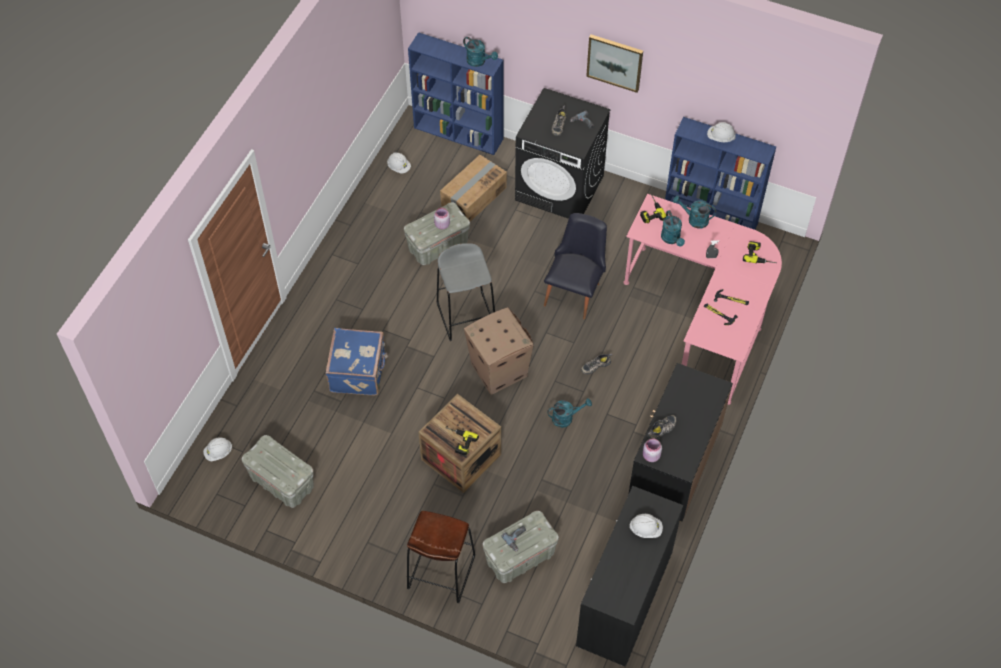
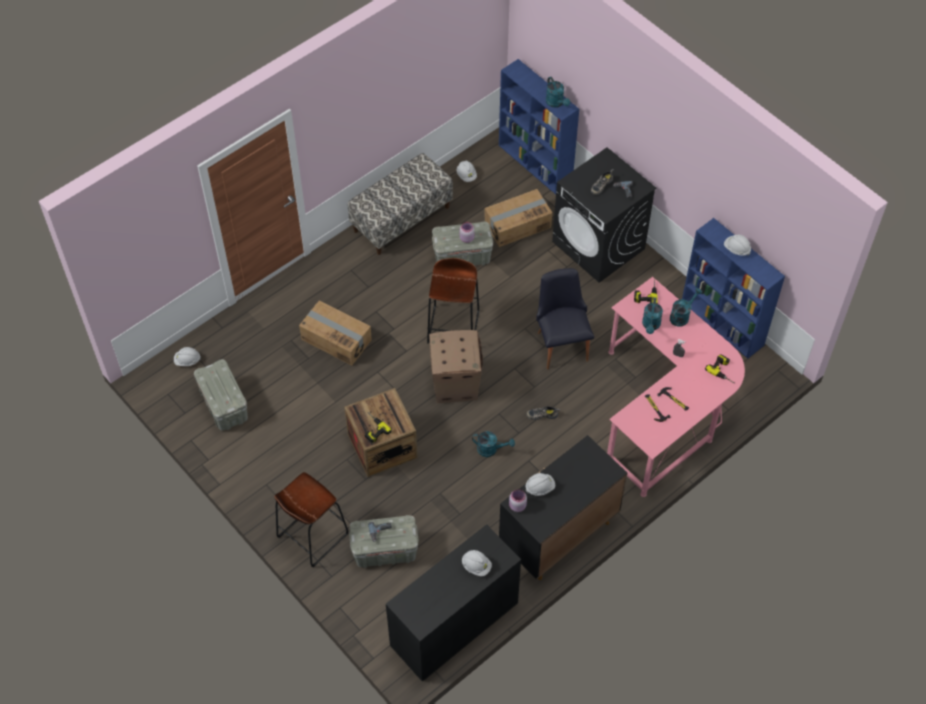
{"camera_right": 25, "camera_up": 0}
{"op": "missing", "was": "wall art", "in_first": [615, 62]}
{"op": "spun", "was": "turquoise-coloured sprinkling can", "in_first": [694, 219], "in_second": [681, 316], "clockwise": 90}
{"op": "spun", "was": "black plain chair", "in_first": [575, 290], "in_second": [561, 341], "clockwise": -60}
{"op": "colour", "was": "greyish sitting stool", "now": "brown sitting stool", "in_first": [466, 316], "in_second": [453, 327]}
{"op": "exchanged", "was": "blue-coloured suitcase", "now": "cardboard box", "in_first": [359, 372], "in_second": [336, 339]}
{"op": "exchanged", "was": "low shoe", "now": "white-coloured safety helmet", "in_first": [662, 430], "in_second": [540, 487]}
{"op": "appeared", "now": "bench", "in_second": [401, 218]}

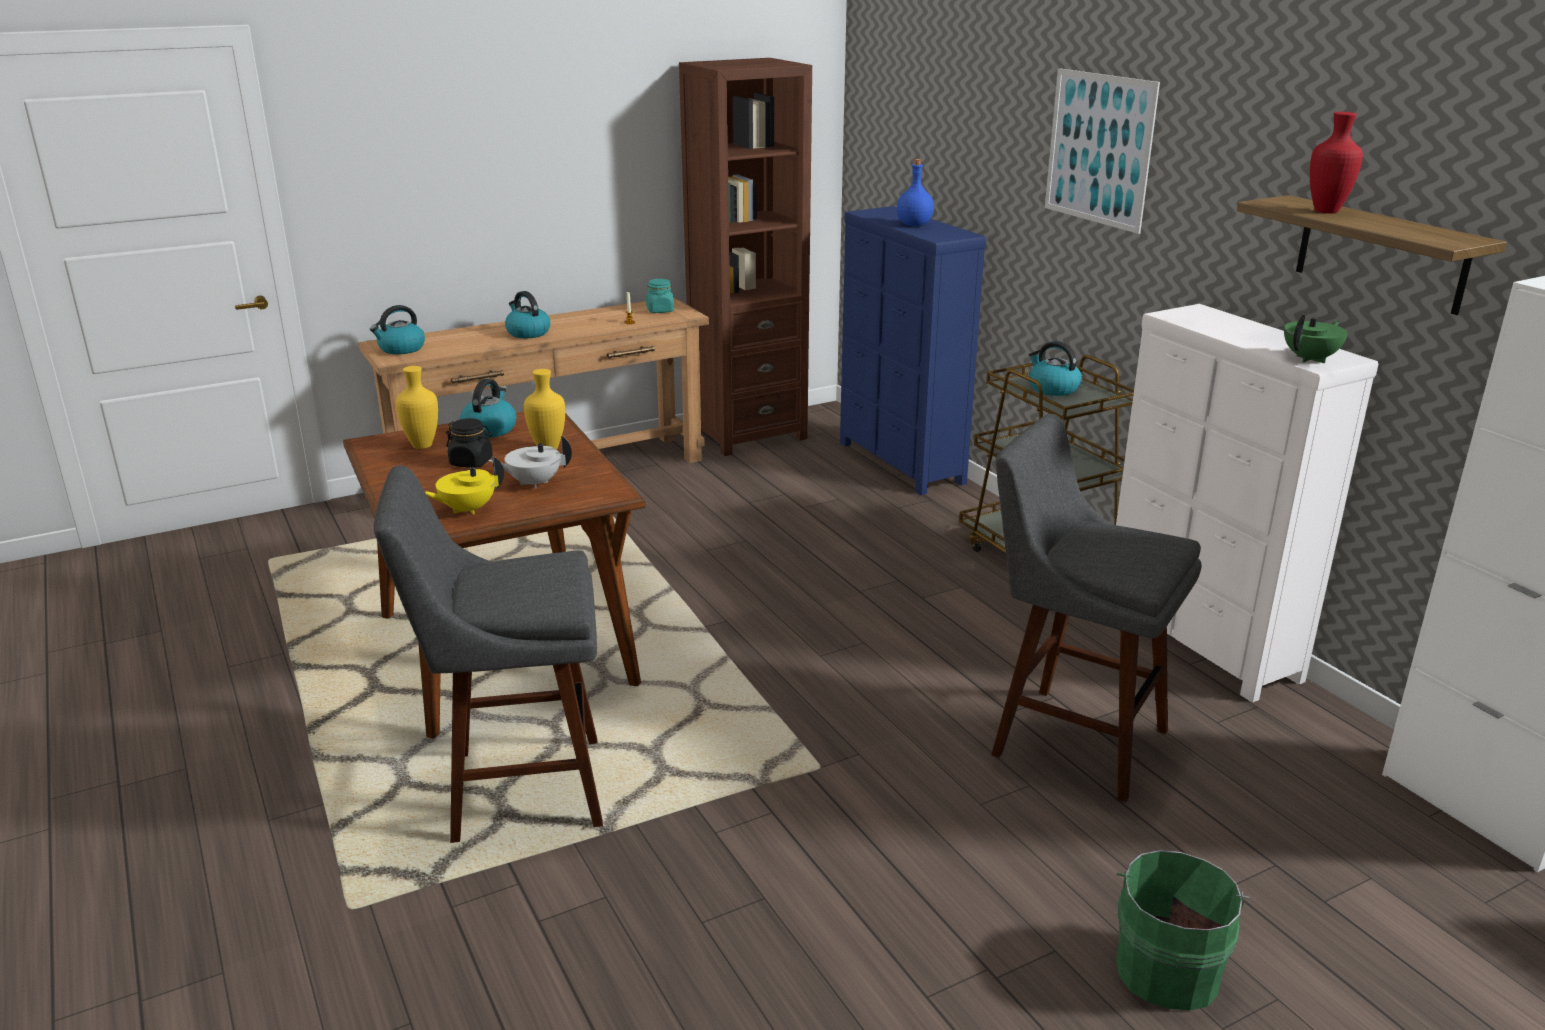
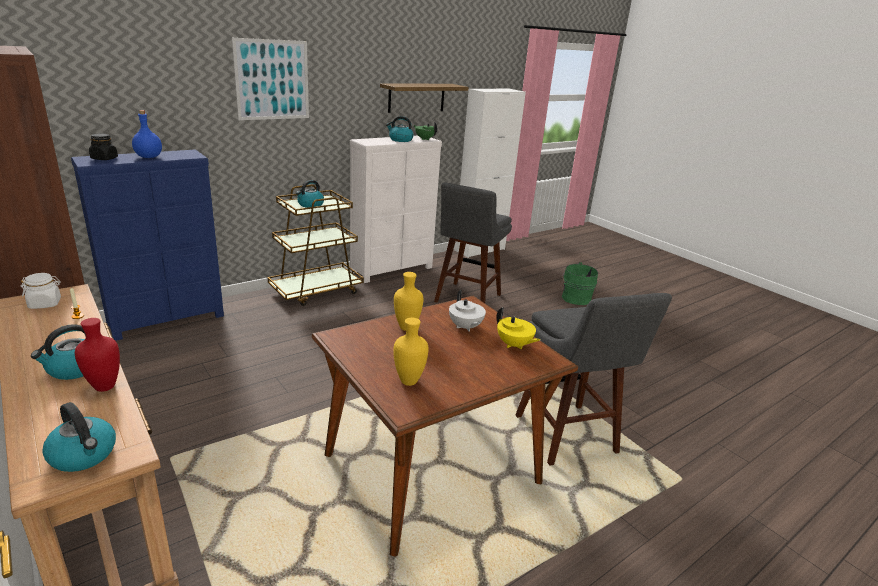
{"camera_right": -100, "camera_up": 0}
{"op": "relocated", "was": "red flower vase", "in_first": [1327, 211], "in_second": [105, 386]}
{"op": "colour", "was": "turquoise-coloured preserve jar", "now": "white-coloured preserve jar", "in_first": [660, 310], "in_second": [45, 304]}
{"op": "relocated", "was": "kettle", "in_first": [490, 429], "in_second": [400, 140]}
{"op": "relocated", "was": "black preserve jar", "in_first": [471, 462], "in_second": [104, 158]}

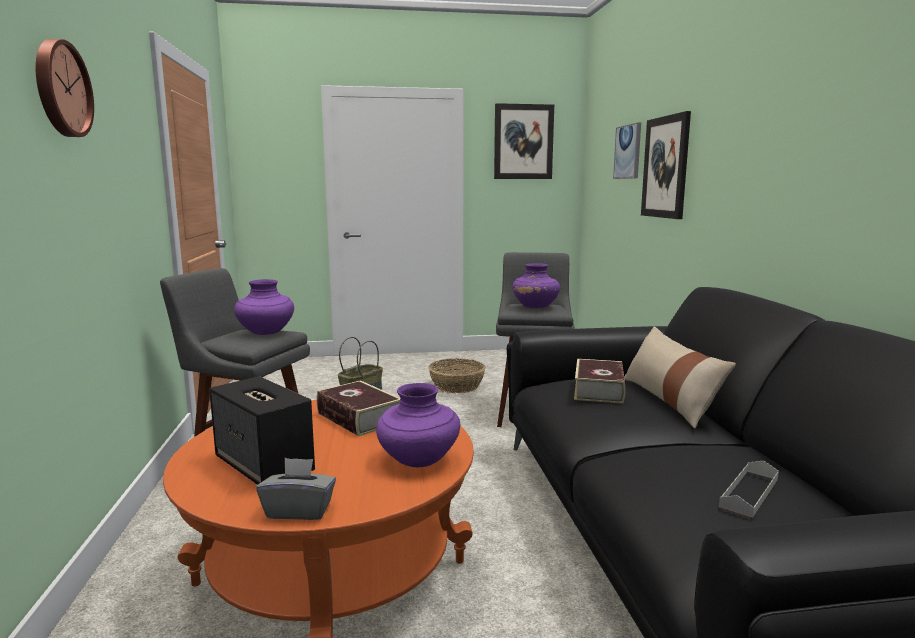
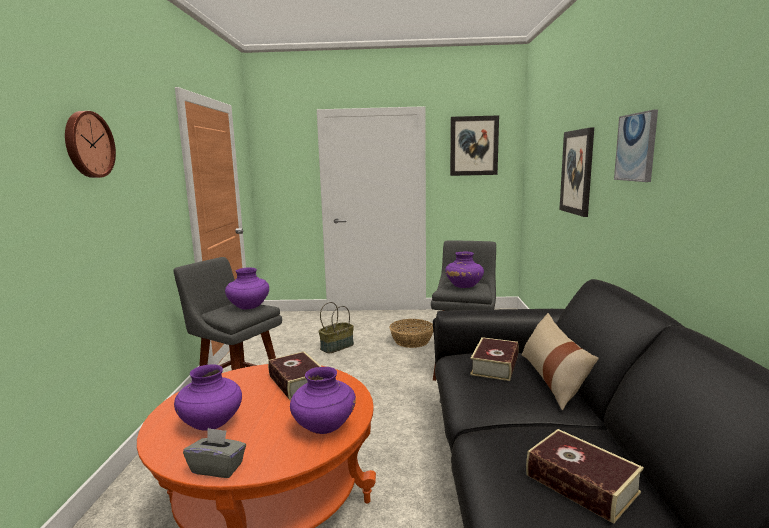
{"camera_right": 10, "camera_up": 0}
{"op": "relocated", "was": "wall art", "in_first": [628, 152], "in_second": [636, 147]}
{"op": "exchanged", "was": "speaker", "now": "purple flower vase", "in_first": [265, 466], "in_second": [212, 423]}
{"op": "exchanged", "was": "greyish carrying tray", "now": "book", "in_first": [749, 492], "in_second": [581, 483]}

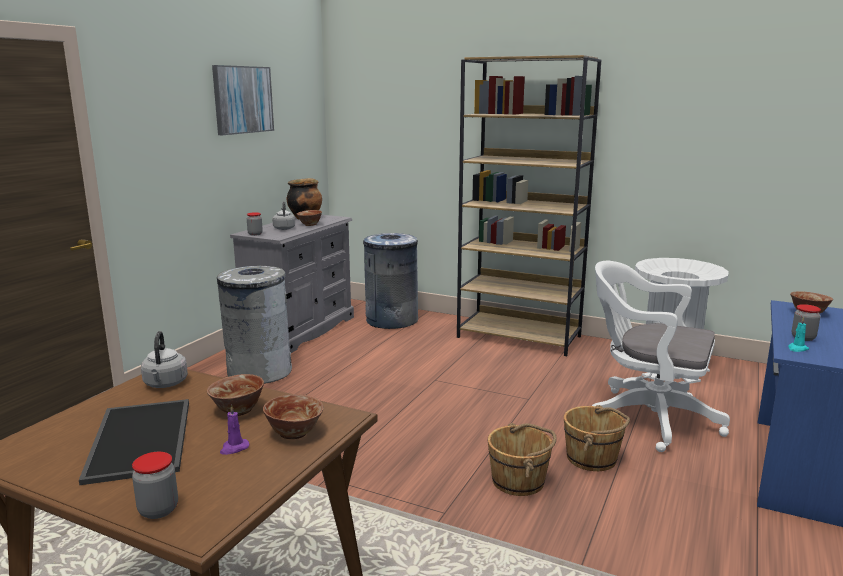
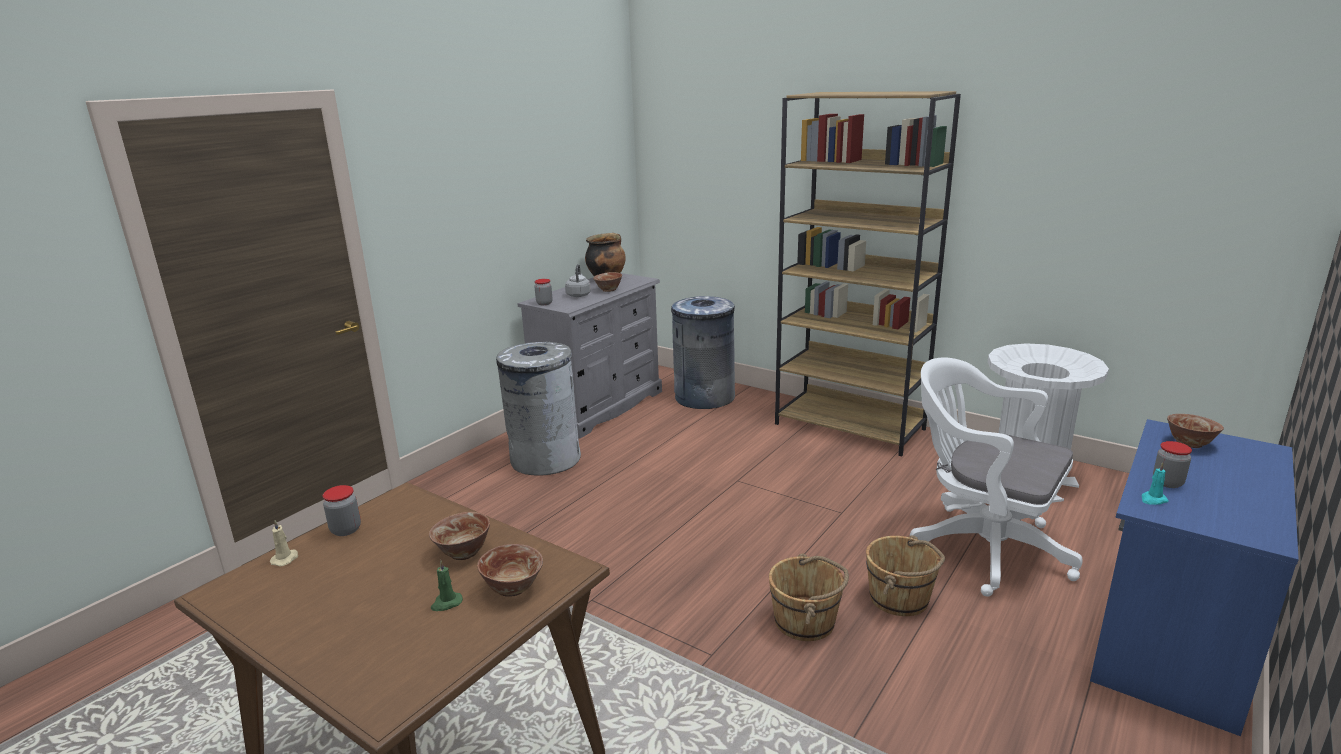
{"camera_right": 10, "camera_up": 5}
{"op": "missing", "was": "wall art", "in_first": [243, 99]}
{"op": "missing", "was": "greyish kettle", "in_first": [165, 384]}
{"op": "missing", "was": "carrying tray", "in_first": [143, 440]}
{"op": "colour", "was": "purple wax light", "now": "green-coloured wax light", "in_first": [234, 448], "in_second": [446, 603]}
{"op": "relocated", "was": "preserve jar", "in_first": [158, 510], "in_second": [346, 530]}
{"op": "appeared", "now": "beige wax light", "in_second": [285, 559]}

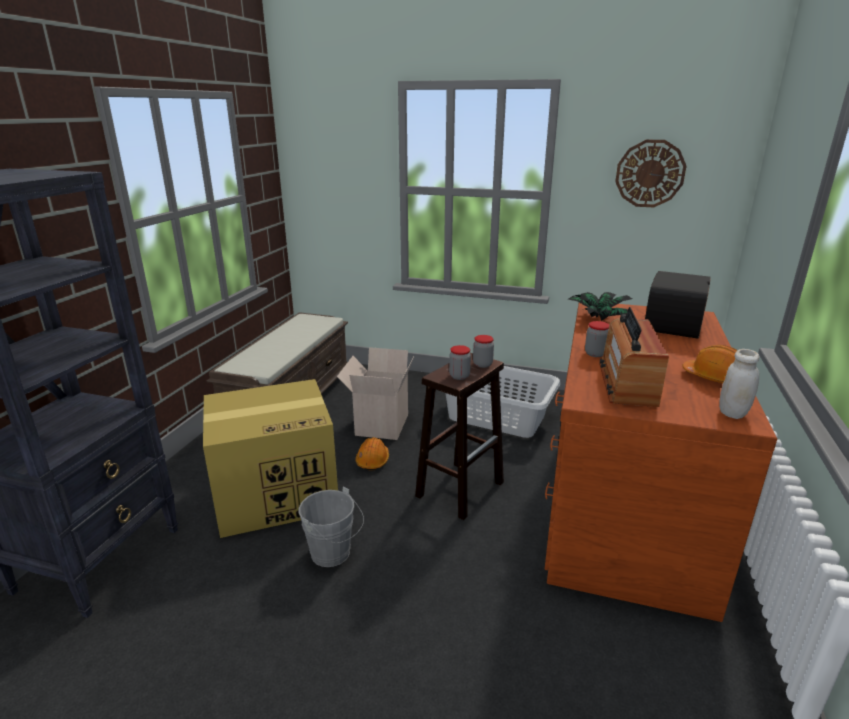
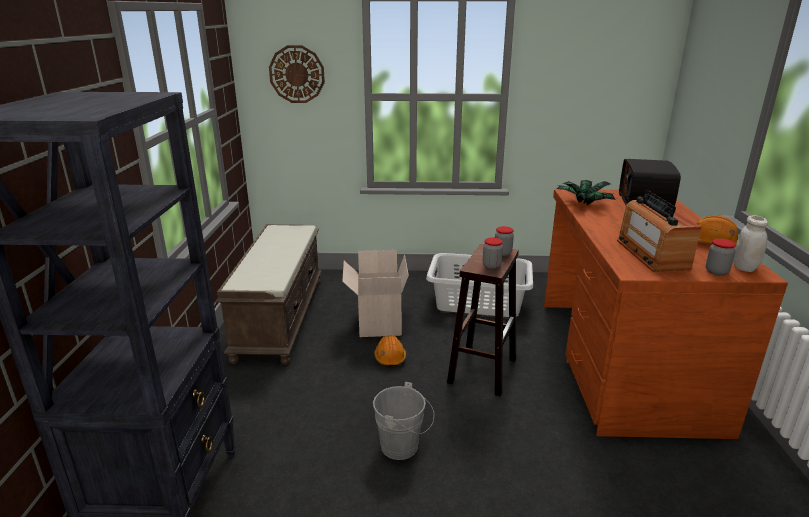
{"camera_right": -15, "camera_up": 0}
{"op": "relocated", "was": "hanging clock", "in_first": [650, 173], "in_second": [297, 74]}
{"op": "relocated", "was": "preserve jar", "in_first": [595, 354], "in_second": [716, 271]}
{"op": "missing", "was": "cardboard box", "in_first": [278, 493]}

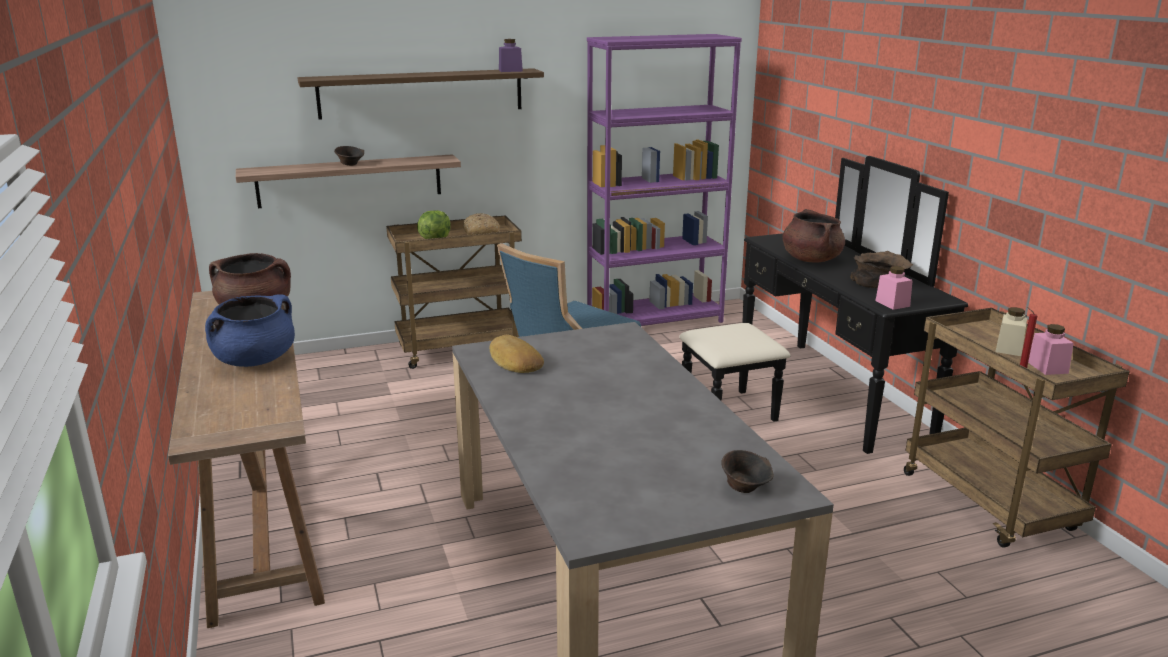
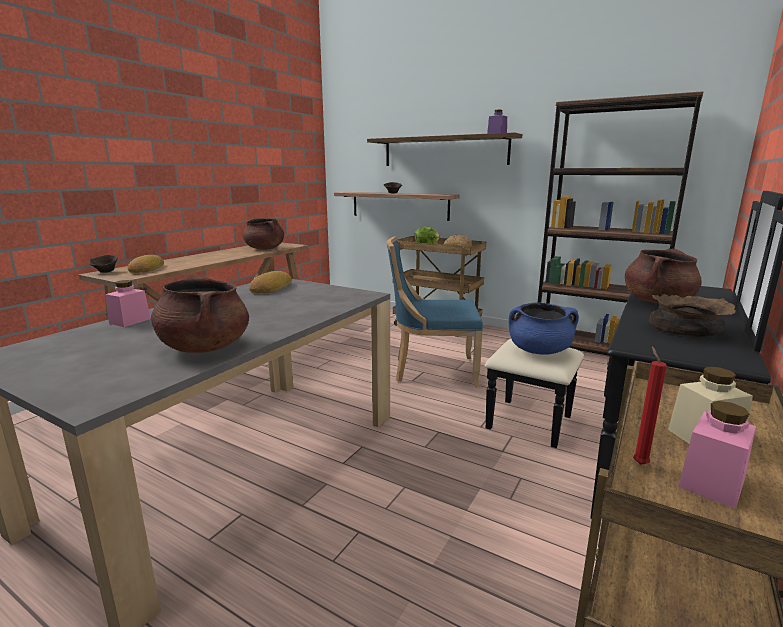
{"camera_right": 50, "camera_up": -5}
{"op": "colour", "was": "purple bookshelf", "now": "brown bookshelf", "in_first": [655, 321], "in_second": [593, 351]}
{"op": "relocated", "was": "pinkish preserve jar", "in_first": [892, 303], "in_second": [130, 321]}
{"op": "relocated", "was": "blue-coloured saucepot", "in_first": [255, 360], "in_second": [539, 351]}
{"op": "relocated", "was": "brown bowl", "in_first": [745, 488], "in_second": [106, 272]}
{"op": "appeared", "now": "bread", "in_second": [146, 269]}
{"op": "appeared", "now": "brown saucepot", "in_second": [205, 347]}

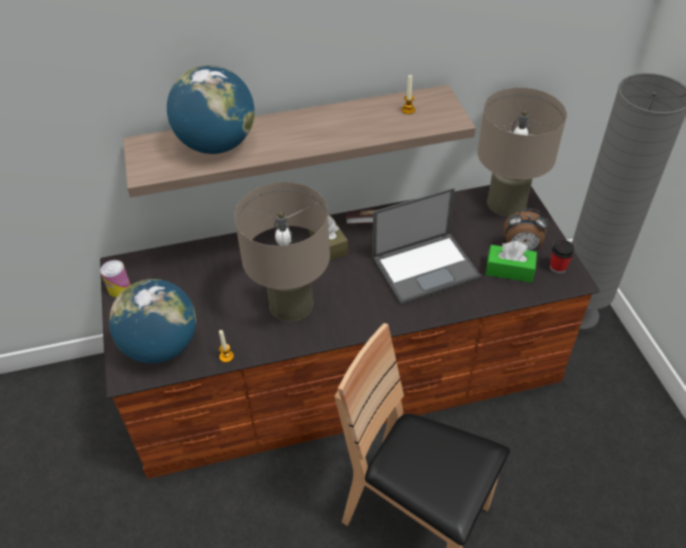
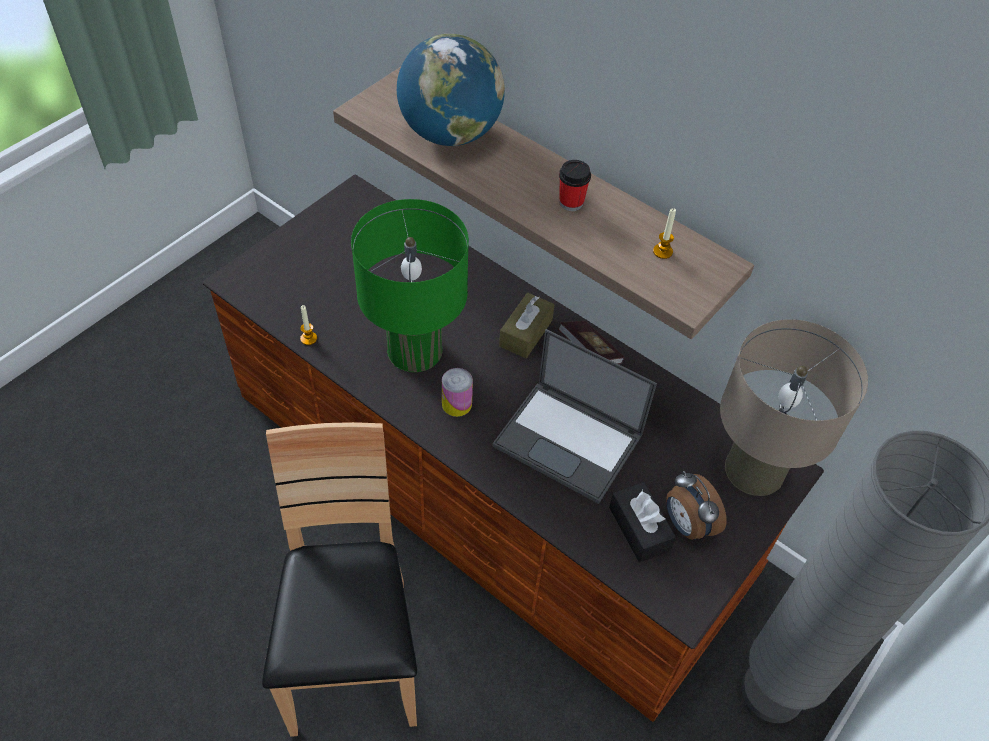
{"camera_right": 50, "camera_up": 5}
{"op": "colour", "was": "beige table lamp", "now": "green-coloured table lamp", "in_first": [291, 304], "in_second": [415, 350]}
{"op": "relocated", "was": "cup", "in_first": [558, 267], "in_second": [571, 202]}
{"op": "colour", "was": "green-coloured box of tissues", "now": "black box of tissues", "in_first": [509, 270], "in_second": [639, 528]}
{"op": "relocated", "was": "metal can", "in_first": [119, 288], "in_second": [456, 404]}
{"op": "missing", "was": "world globe", "in_first": [161, 346]}

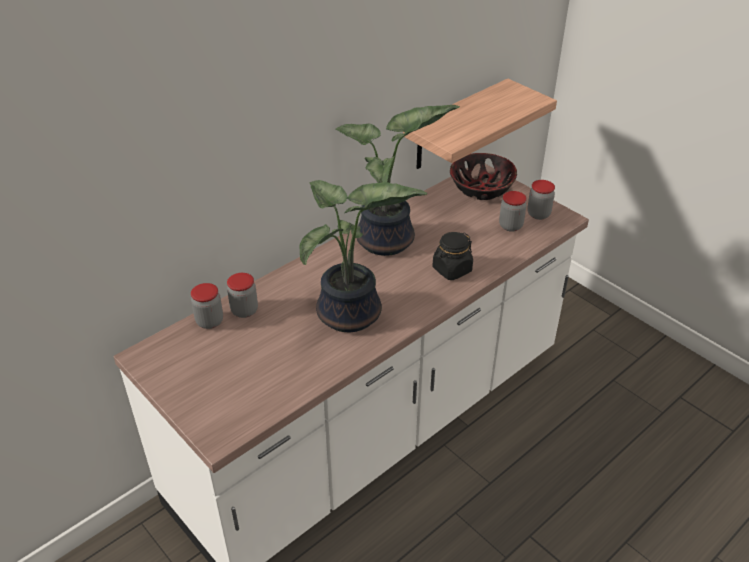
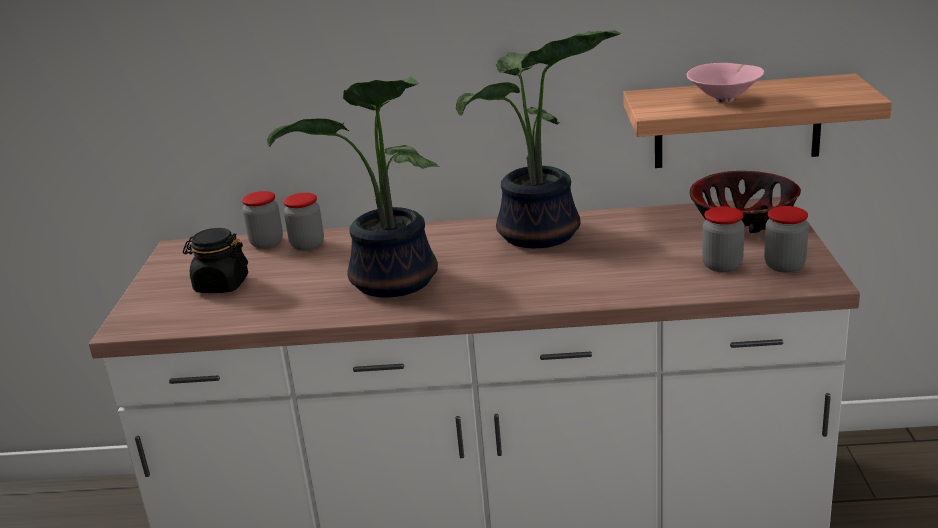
{"camera_right": 45, "camera_up": -15}
{"op": "relocated", "was": "black preserve jar", "in_first": [451, 270], "in_second": [221, 285]}
{"op": "appeared", "now": "pinkish bowl", "in_second": [725, 100]}

